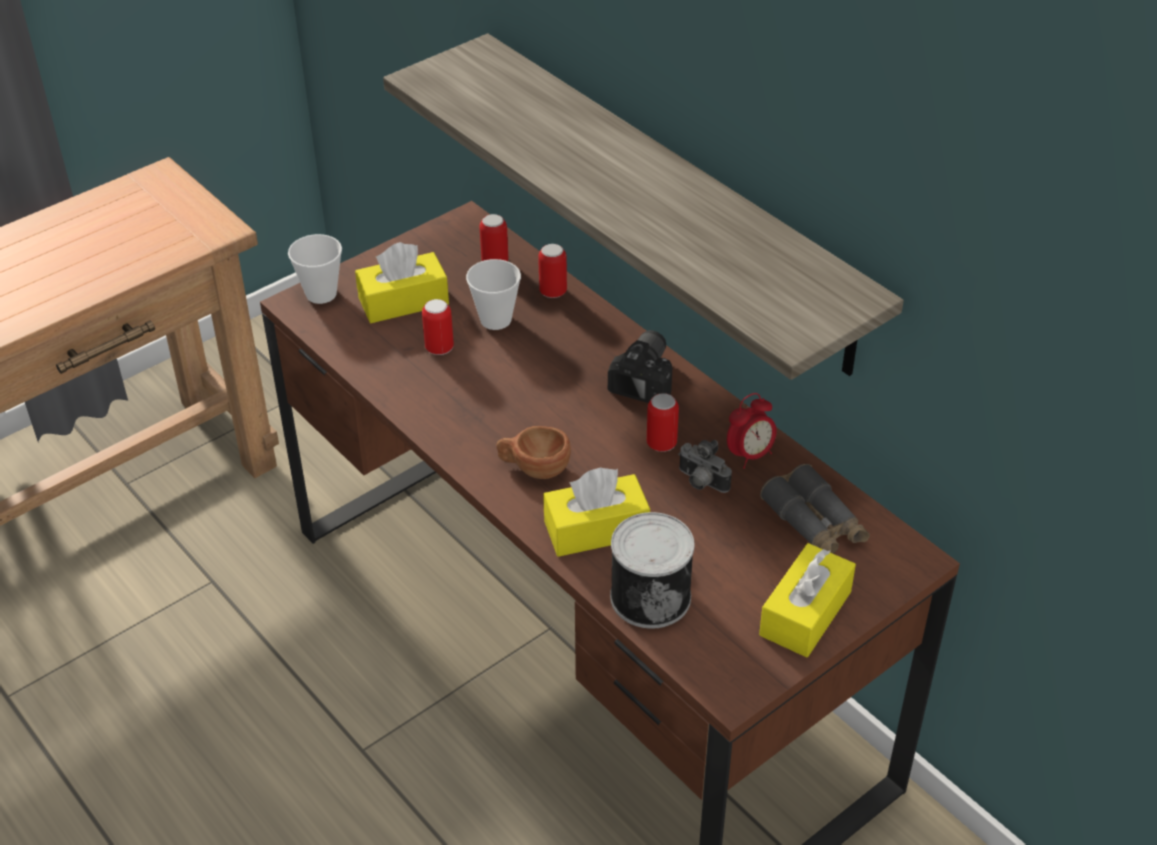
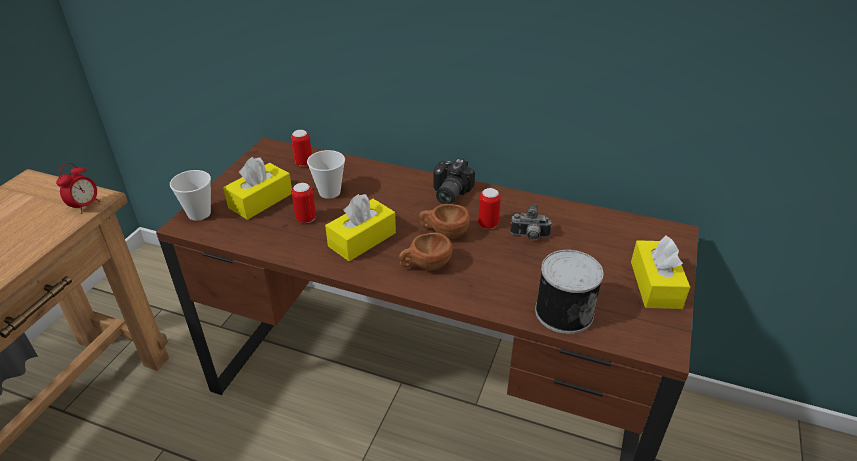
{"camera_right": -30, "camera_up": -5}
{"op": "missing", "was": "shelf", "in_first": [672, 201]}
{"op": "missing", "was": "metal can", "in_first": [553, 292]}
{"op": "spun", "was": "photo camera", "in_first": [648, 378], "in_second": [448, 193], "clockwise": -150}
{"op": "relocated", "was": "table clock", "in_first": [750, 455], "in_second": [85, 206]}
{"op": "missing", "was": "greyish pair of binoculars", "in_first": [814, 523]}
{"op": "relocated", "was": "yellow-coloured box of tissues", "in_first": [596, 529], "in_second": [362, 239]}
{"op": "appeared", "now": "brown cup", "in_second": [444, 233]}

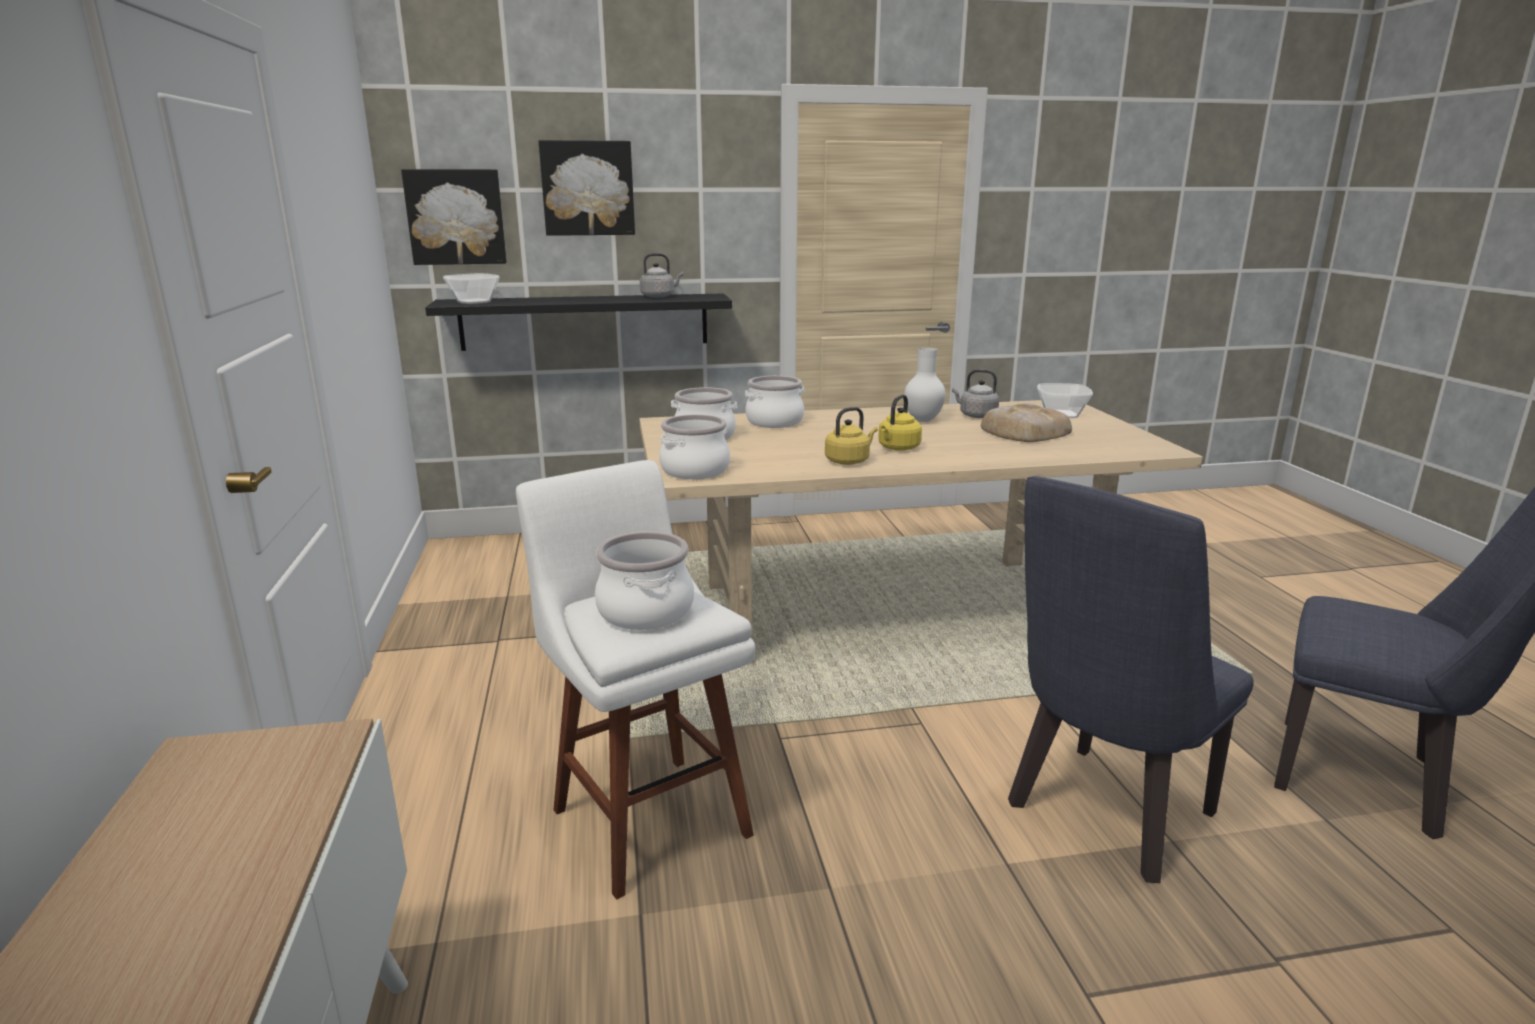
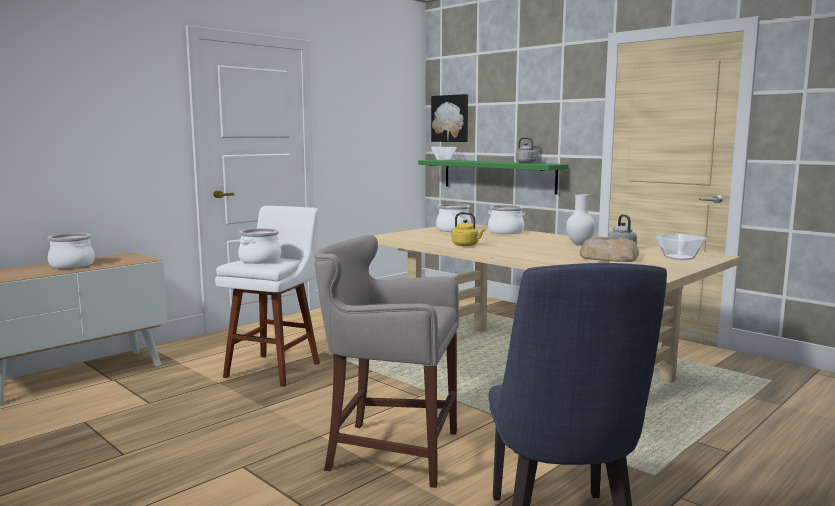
{"camera_right": 55, "camera_up": -10}
{"op": "missing", "was": "wall art", "in_first": [588, 188]}
{"op": "colour", "was": "black shelf", "now": "green-coloured shelf", "in_first": [585, 321], "in_second": [498, 175]}
{"op": "missing", "was": "yellow-coloured kettle", "in_first": [897, 448]}
{"op": "relocated", "was": "saucepot", "in_first": [695, 471], "in_second": [72, 265]}
{"op": "exchanged", "was": "blue-coloured plain chair", "now": "greyish sitting stool", "in_first": [1103, 817], "in_second": [389, 451]}

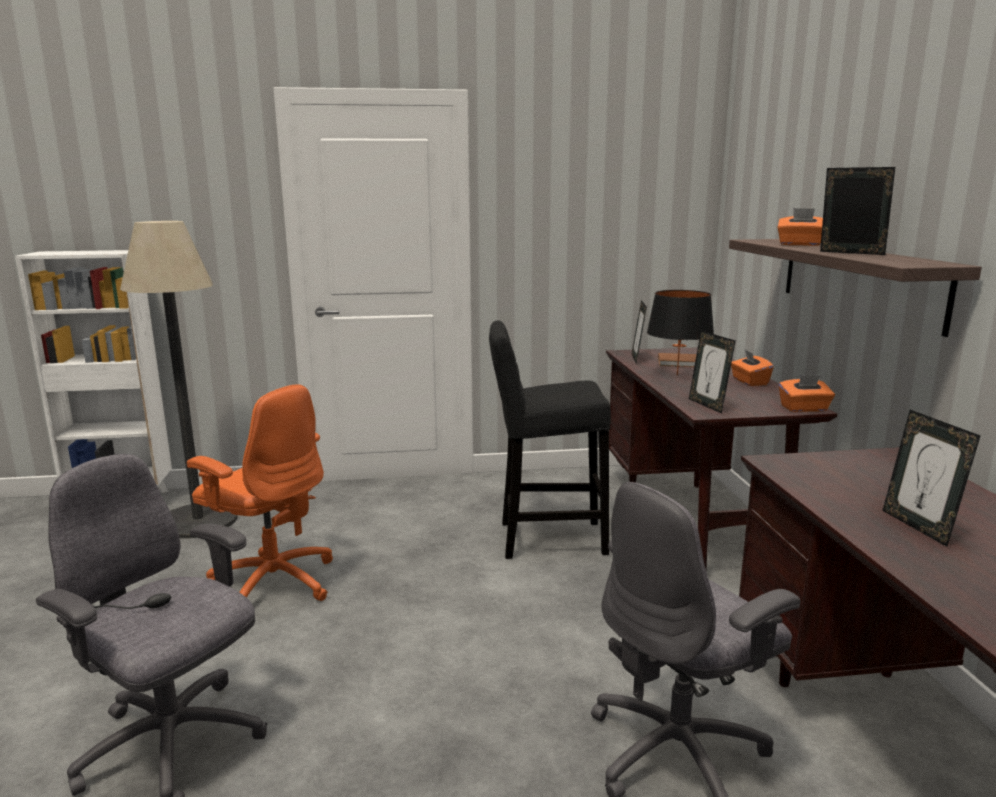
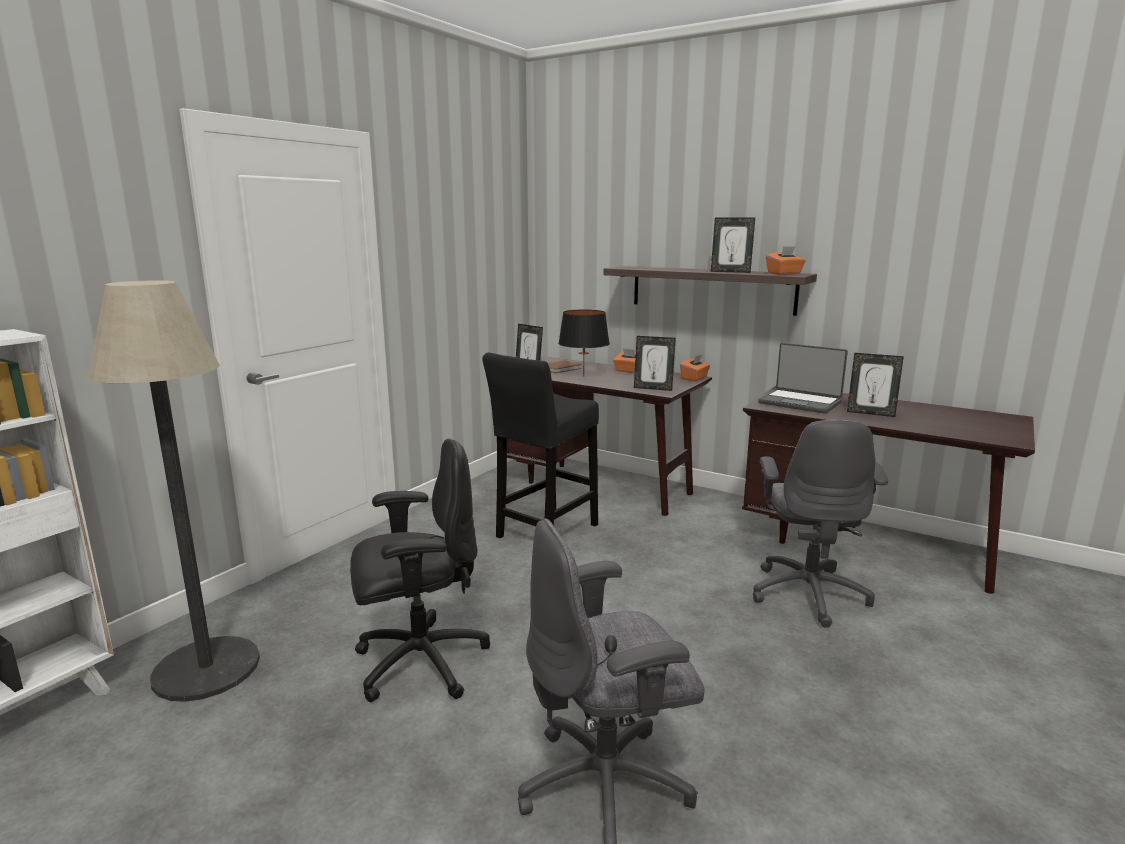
{"camera_right": -50, "camera_up": 0}
{"op": "spun", "was": "picture frame", "in_first": [850, 253], "in_second": [730, 272], "clockwise": -150}
{"op": "relocated", "was": "orange box of tissues", "in_first": [800, 244], "in_second": [784, 273]}
{"op": "colour", "was": "orange desk chair", "now": "black desk chair", "in_first": [273, 583], "in_second": [419, 662]}
{"op": "appeared", "now": "notebook computer", "in_second": [800, 402]}

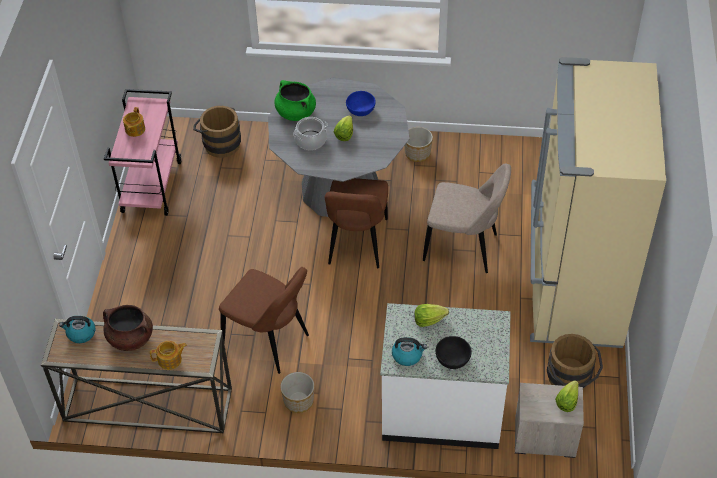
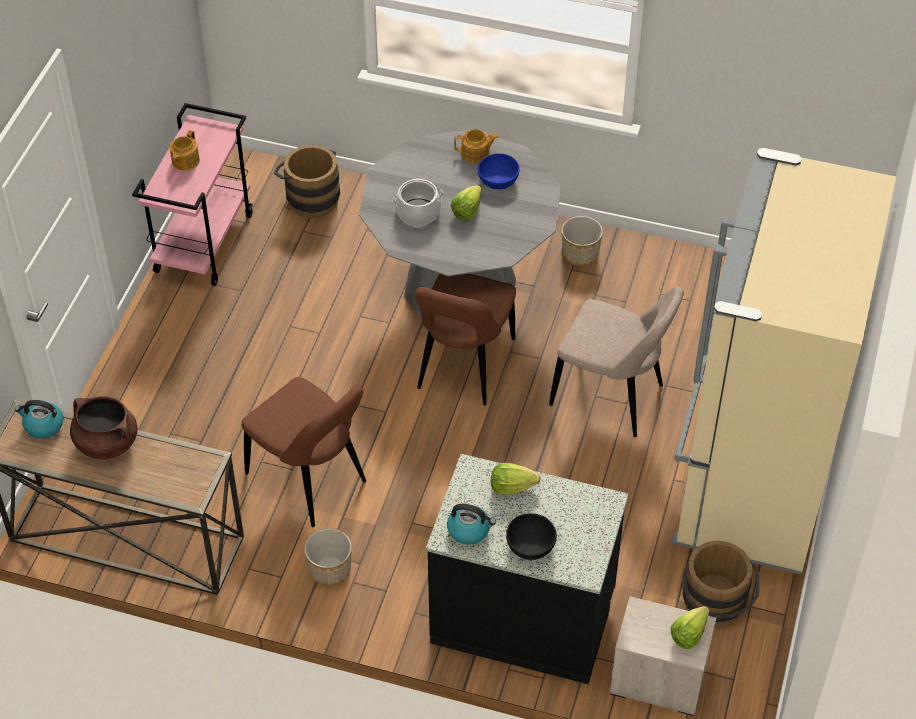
{"camera_right": 10, "camera_up": 0}
{"op": "missing", "was": "green-coloured saucepot", "in_first": [295, 113]}
{"op": "colour", "was": "white-coloured counter", "now": "black counter", "in_first": [442, 411], "in_second": [523, 617]}
{"op": "relocated", "was": "tea pot", "in_first": [170, 360], "in_second": [476, 154]}

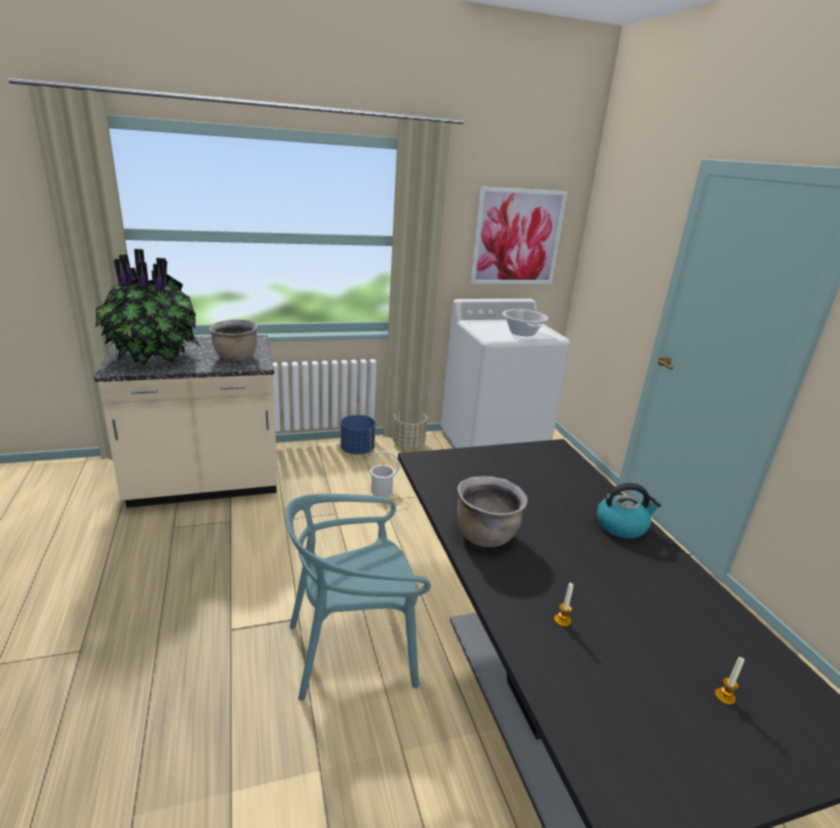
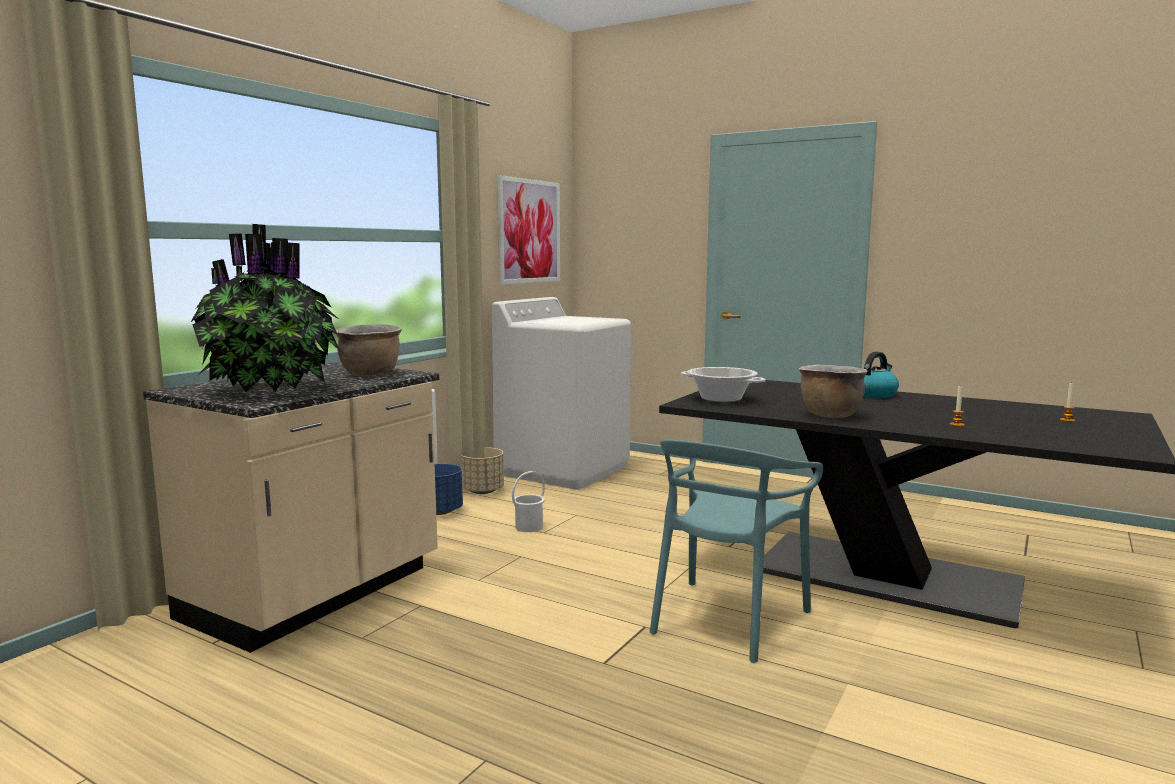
{"camera_right": -40, "camera_up": -15}
{"op": "relocated", "was": "saucepot", "in_first": [522, 332], "in_second": [721, 399]}

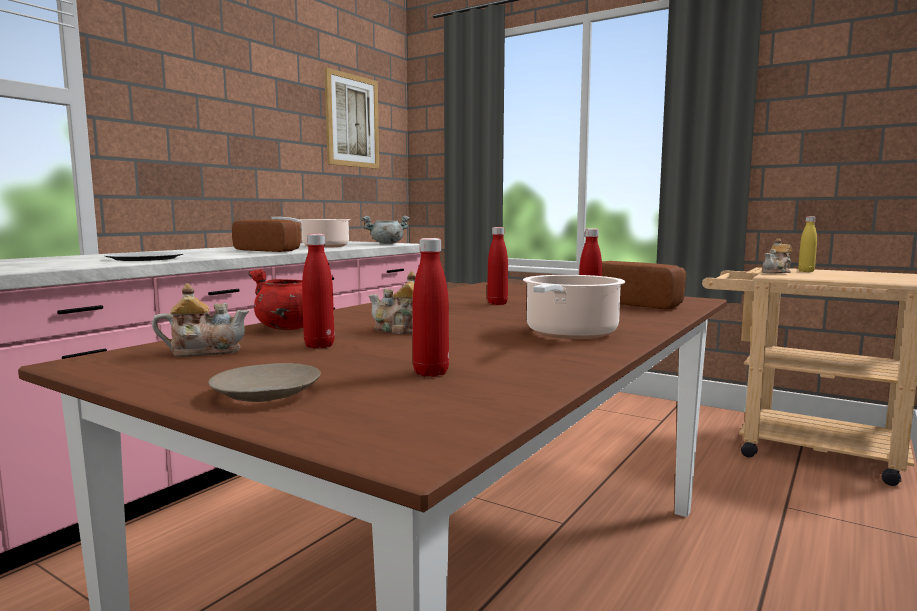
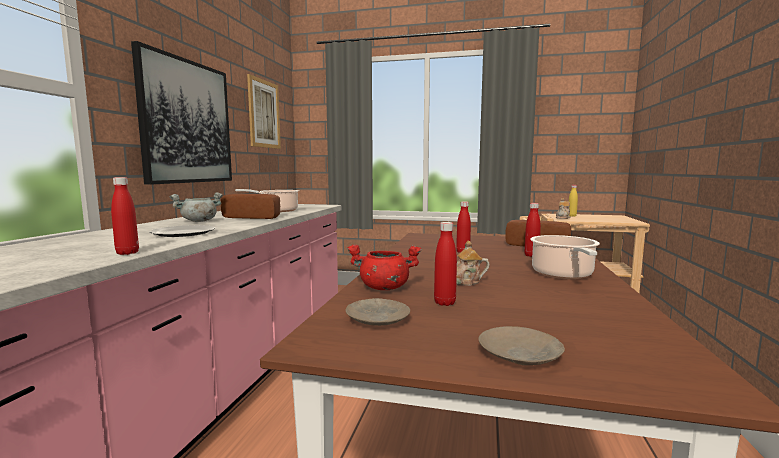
{"camera_right": -20, "camera_up": 0}
{"op": "relocated", "was": "greyish saucepot", "in_first": [387, 243], "in_second": [199, 221]}
{"op": "relocated", "was": "red beverage bottle", "in_first": [431, 373], "in_second": [127, 253]}
{"op": "exchanged", "was": "tea pot", "now": "beige flat dish", "in_first": [204, 351], "in_second": [377, 319]}
{"op": "appeared", "now": "wall art", "in_second": [187, 122]}

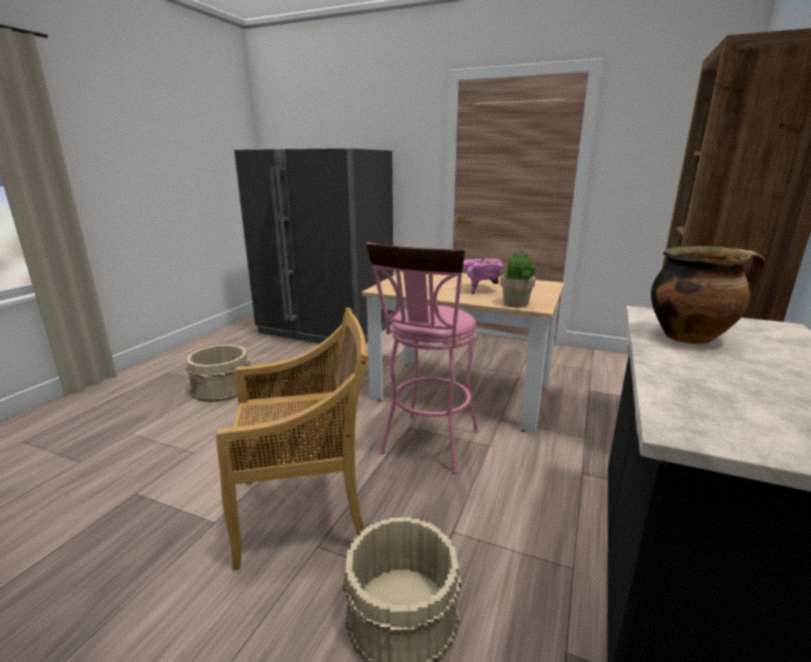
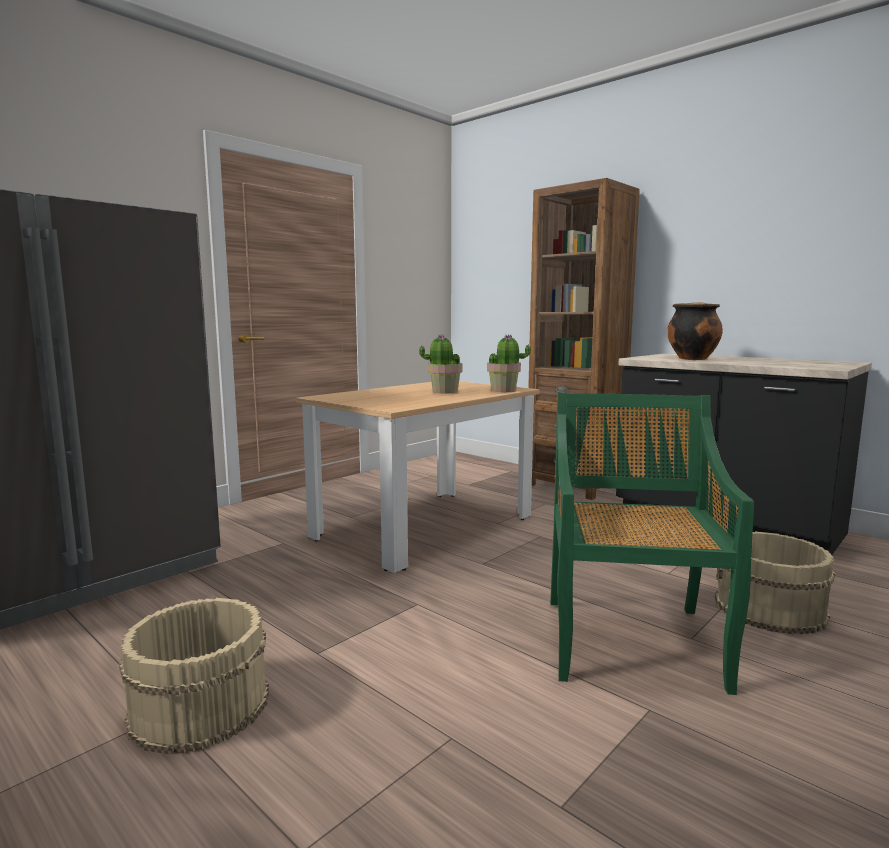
{"camera_right": -70, "camera_up": -10}
{"op": "missing", "was": "pinkish sitting stool", "in_first": [427, 446]}
{"op": "exchanged", "was": "pinkish saucepot", "now": "plant in a pot", "in_first": [480, 290], "in_second": [444, 391]}
{"op": "colour", "was": "beige plain chair", "now": "green-coloured plain chair", "in_first": [306, 510], "in_second": [631, 640]}

